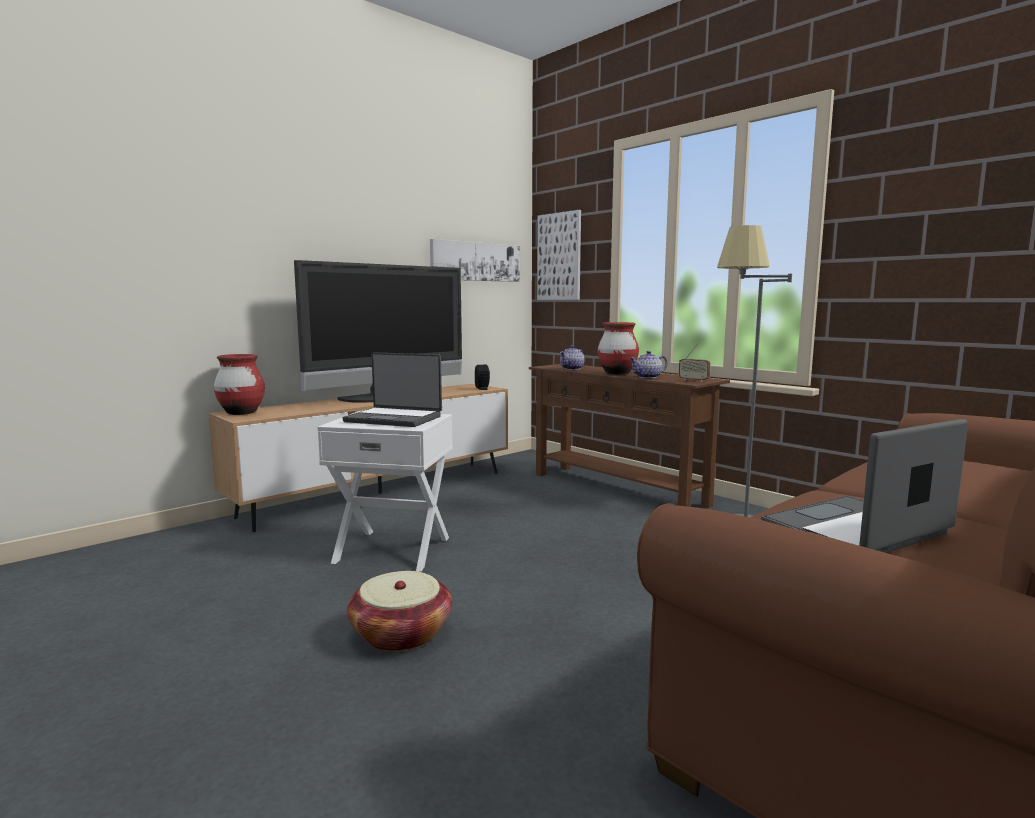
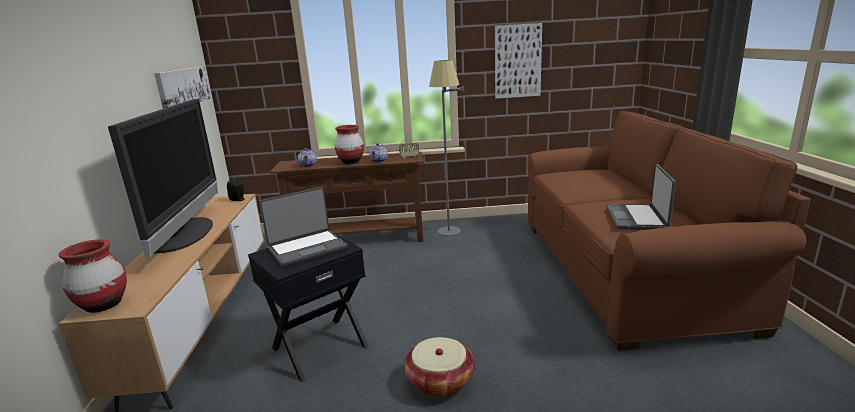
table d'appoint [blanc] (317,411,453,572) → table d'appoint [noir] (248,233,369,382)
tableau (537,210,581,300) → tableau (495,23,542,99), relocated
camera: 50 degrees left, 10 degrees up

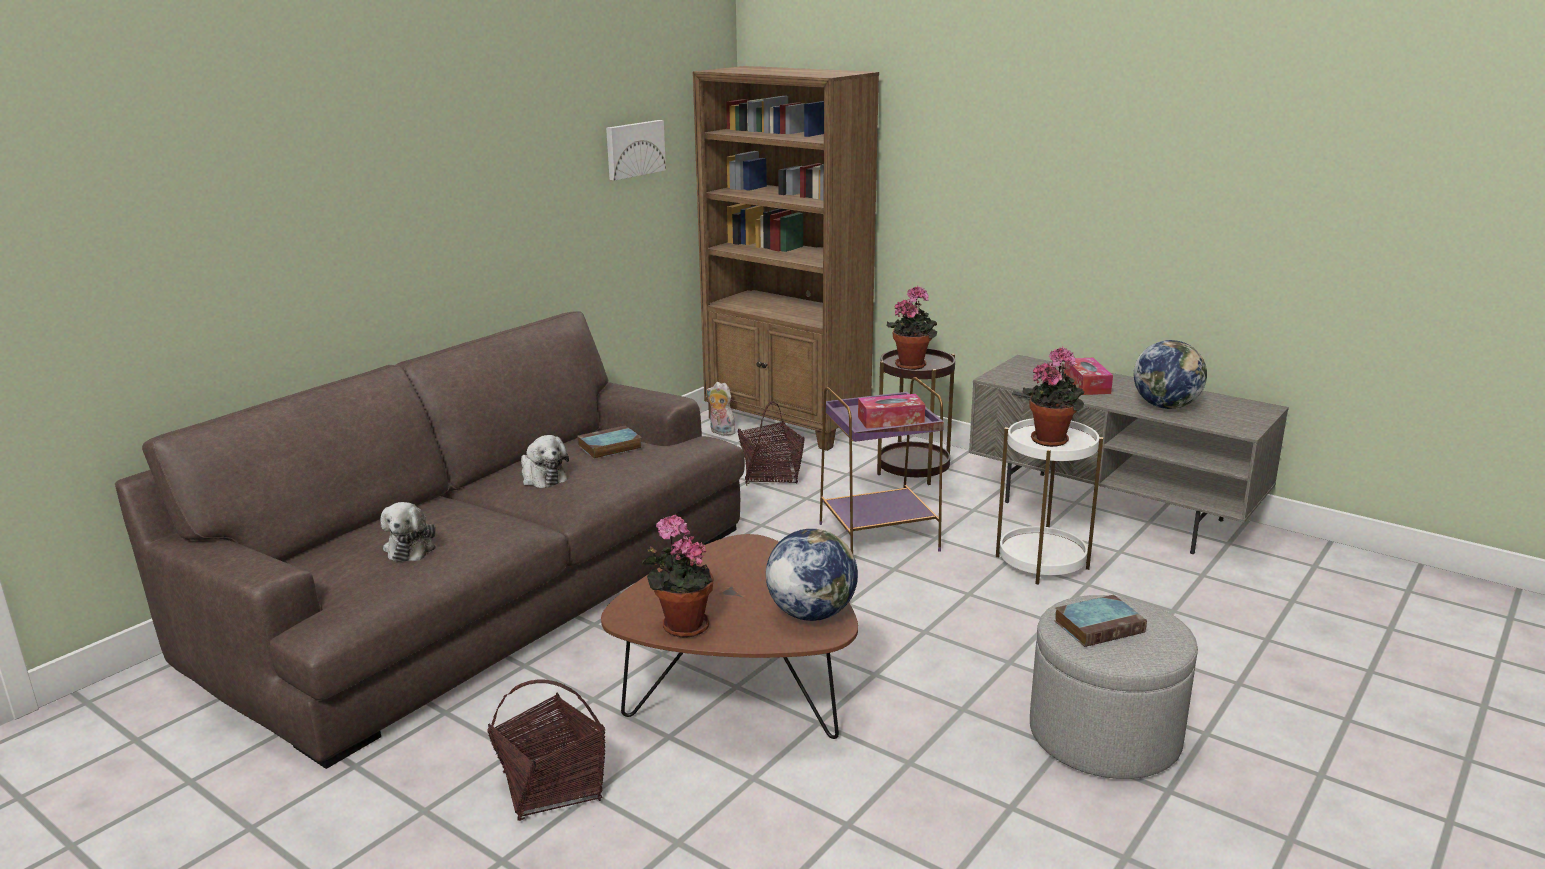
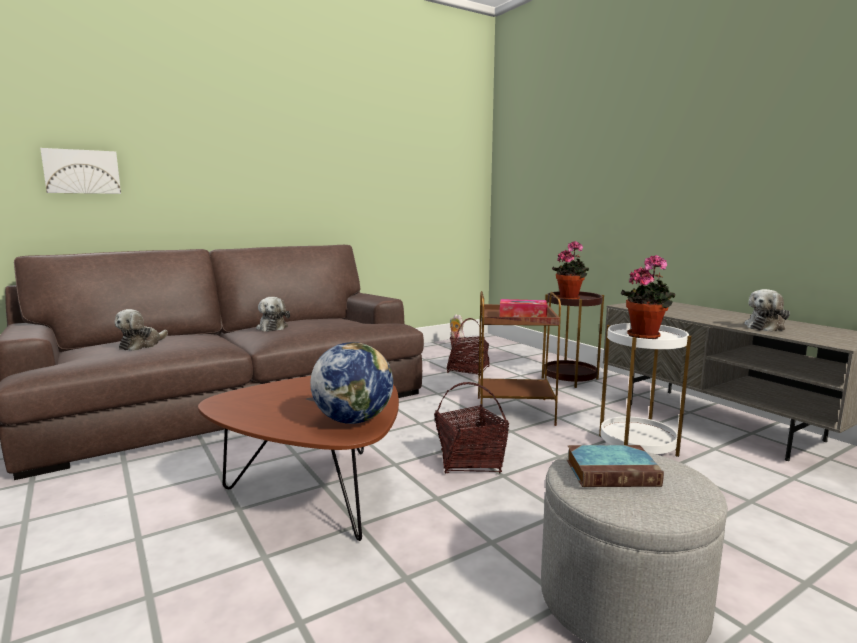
tableau (606,120,666,180) → tableau (40,148,121,194), relocated
panier (487,679,606,821) → panier (434,382,509,474), relocated
table d'appoint [violet] (819,377,944,553) → table d'appoint [marron] (478,291,561,426)
globe (1134,340,1207,409) → peluche (744,289,790,332)
livre (577,425,642,459) → -
plante en pot (642,515,713,638) → -
bibliothèque [marron] (693,66,879,451) → -
boîte à mouchoirs (1064,358,1113,395) → -
camera: 20 degrees right, 10 degrees down

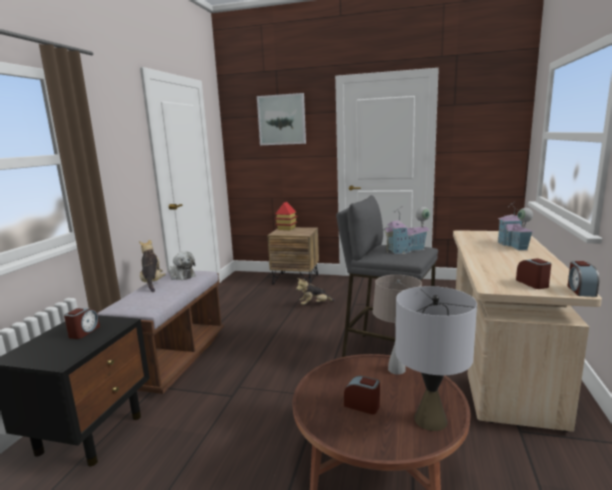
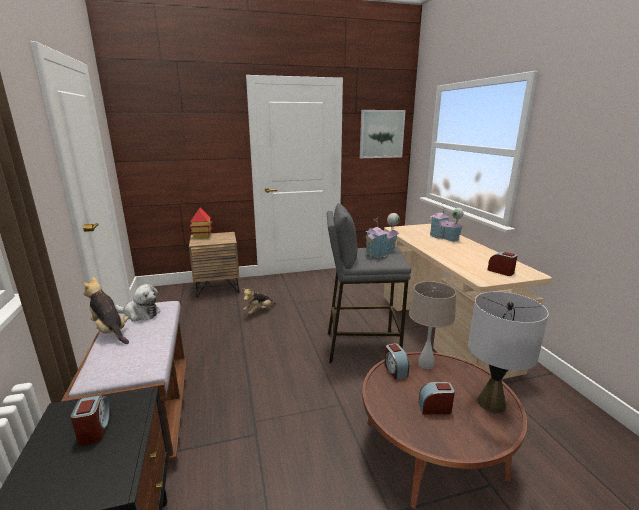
tableau (257,93,306,145) → tableau (360,110,406,158), relocated
réveil (568,261,599,297) → réveil (384,343,409,379), relocated
camera: 30 degrees left, 5 degrees up

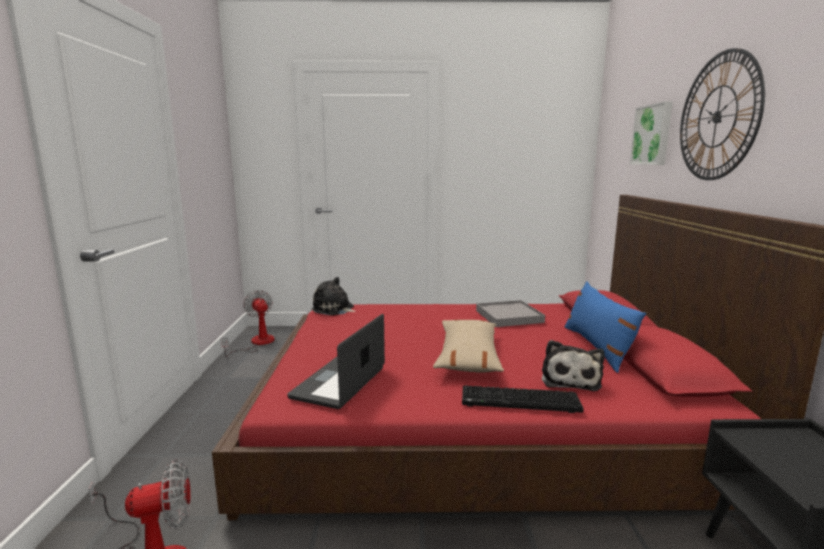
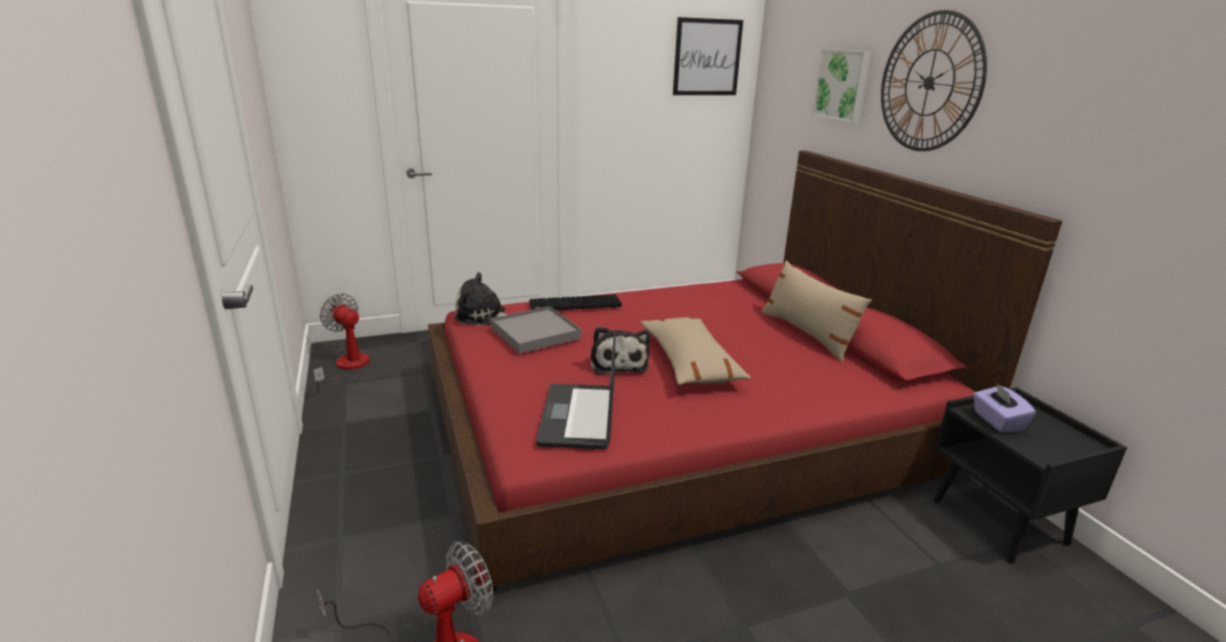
plateau [gris] (476,300,545,327) → plateau [gris] (490,306,582,354), relocated
clavier (462,385,584,413) → clavier (529,294,622,310), relocated
peluche (542,340,605,391) → peluche (591,327,650,375), relocated
- → tableau (673,17,743,95)
coussin [bleu] (564,281,646,373) → coussin [beige] (762,260,872,362)
- → boîte à mouchoirs [violet] (973,382,1036,433)
camera: 20 degrees left, 10 degrees up

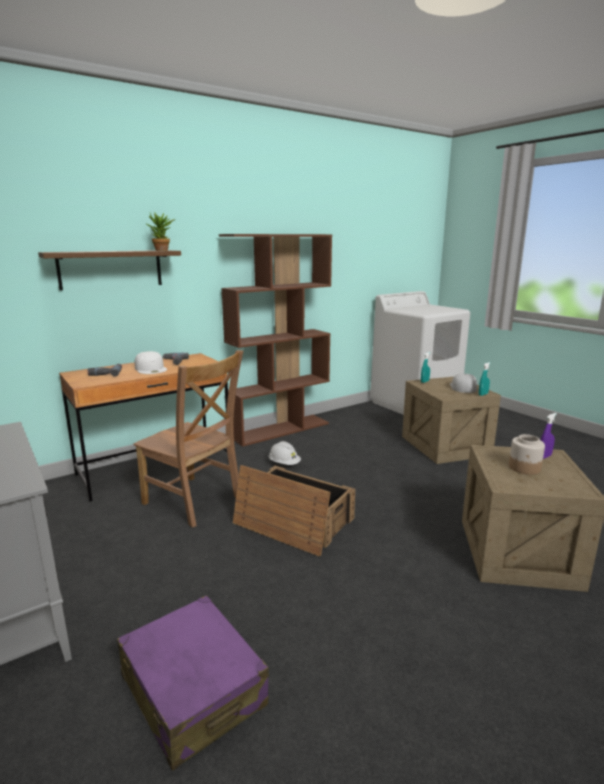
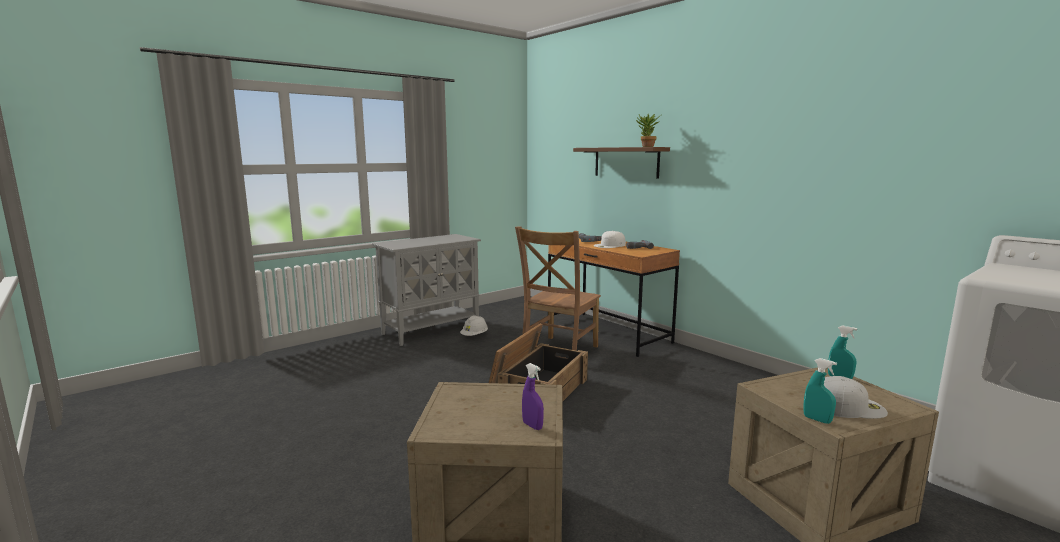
casque de chantier [blanc] (269,441,301,465) → casque de chantier [blanc] (460,315,488,336), relocated
valise [violet] (117,595,269,771) → -
bibliothèque [marron] (219,234,332,447) → -
bocal (509,434,545,475) → -
camera: 85 degrees right, 5 degrees down

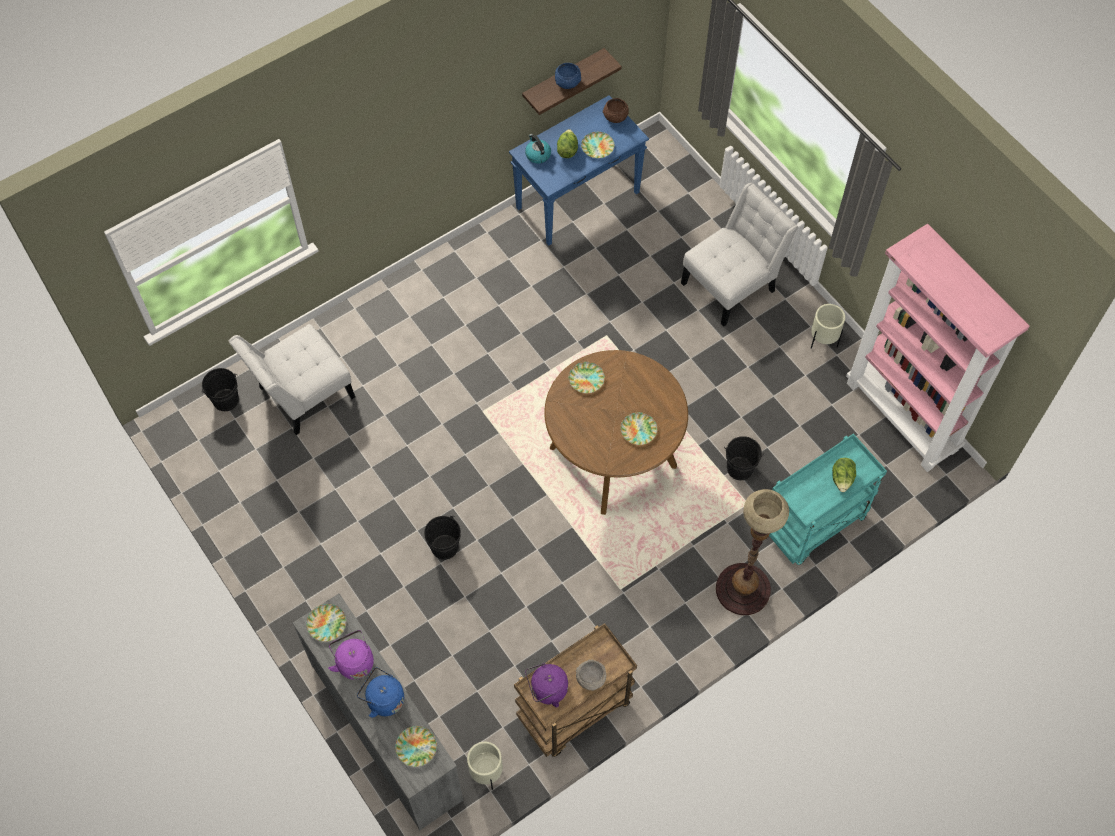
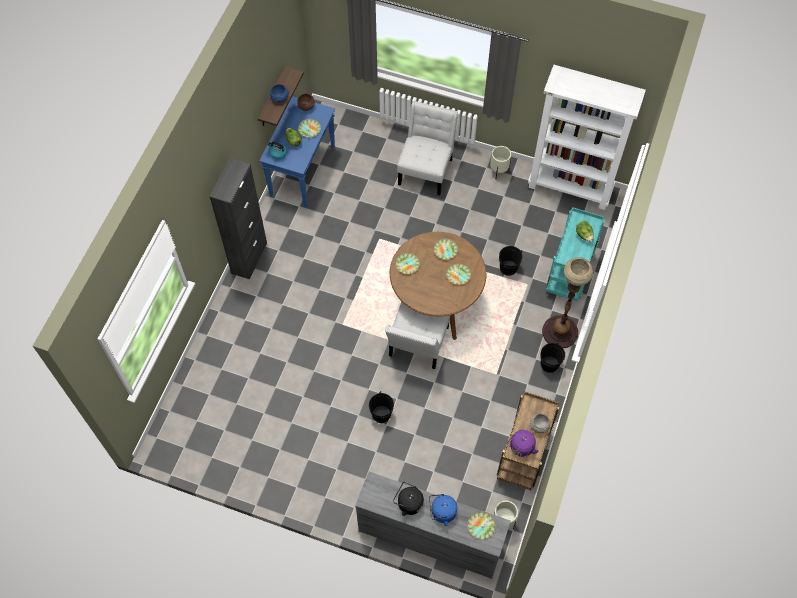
- → meuble de rangement [noir] (210,158,267,279)
chaise [blanc] (229,324,355,435) → chaise [blanc] (385,301,450,369), relocated
bouilloire [violet] (328,630,374,680) → bouilloire [noir] (393,482,424,516)
assiette (306,604,346,642) → assiette (434,239,458,260), relocated
bibliothèque [rose] (846,224,1030,472) → bibliothèque [blanc] (528,65,646,210)
seau [noir] (202,368,239,411) → seau [noir] (540,343,565,373), relocated
camera: 35 degrees left, 0 degrees up

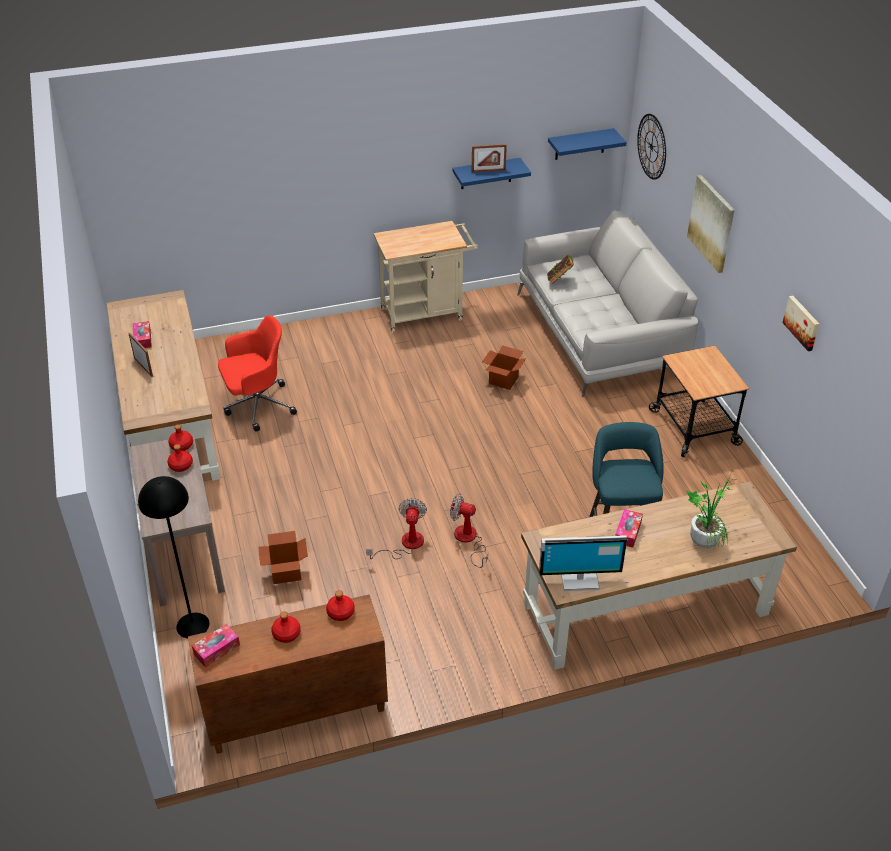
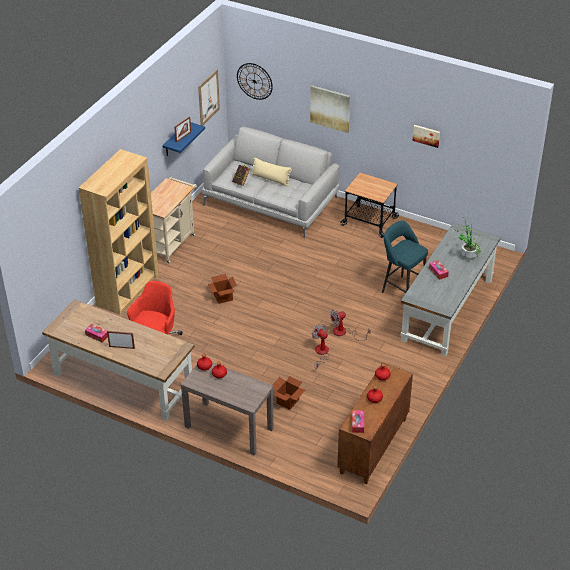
- → bibliothèque [marron] (79,149,159,315)
étagère [bleu] (548,128,627,160) → tableau (198,69,220,126)
carton (482,345,526,390) → carton (208,274,237,304), relocated
- → coussin [beige] (251,157,292,186)
bureau [marron] (521,481,797,670) → bureau [gris] (401,223,501,357)
lampadaire [noir] (138,476,209,638) → -
écran d'ordinateur (539,535,627,591) → -
camera: 45 degrees left, 0 degrees up

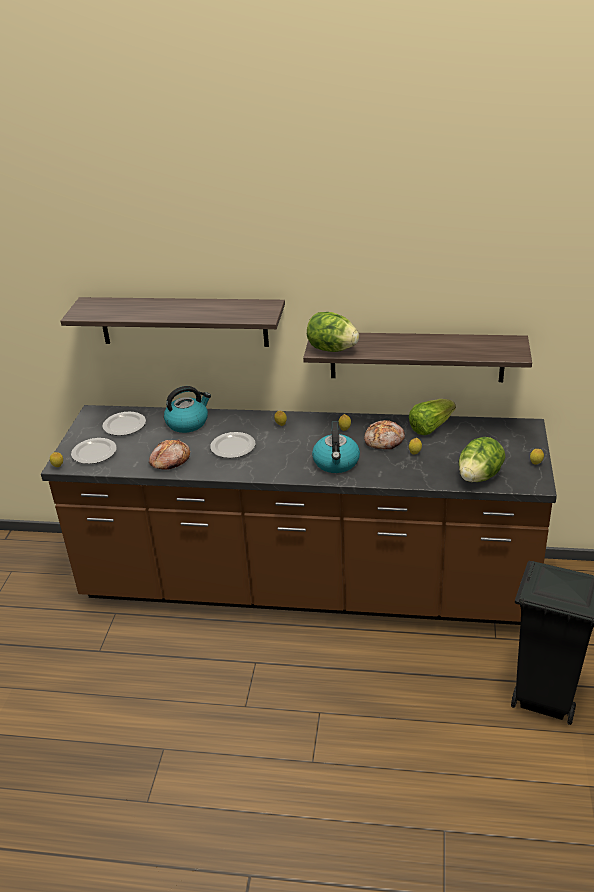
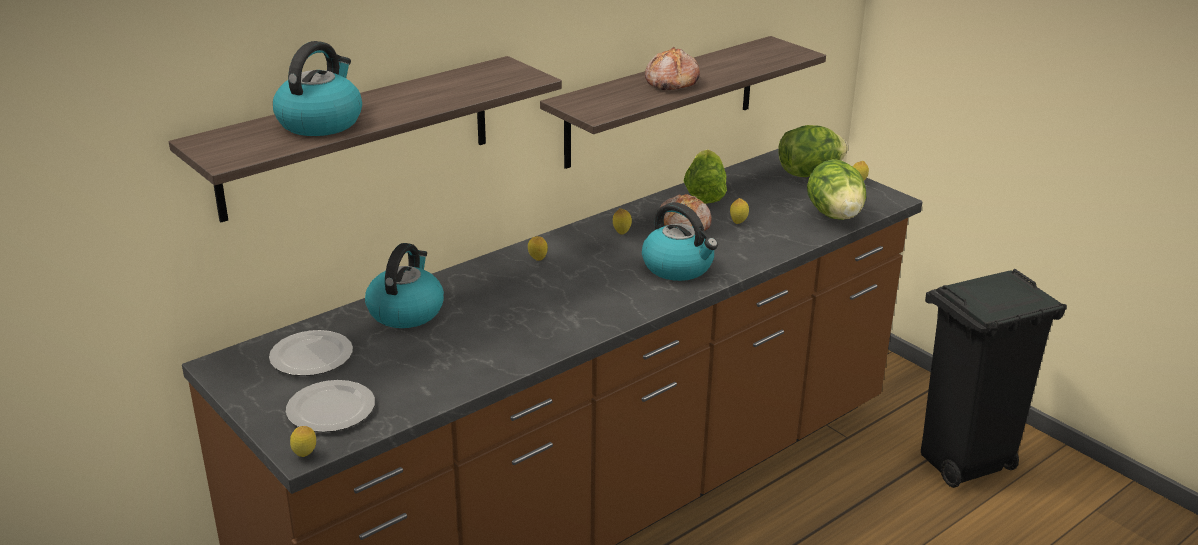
- → bouilloire (273,41,362,136)
pain (149,439,190,470) → pain (645,47,700,90), relocated
laitue (307,312,359,352) → laitue (778,125,848,177), relocated
assiette (210,432,256,458) → -
camera: 50 degrees left, 5 degrees down

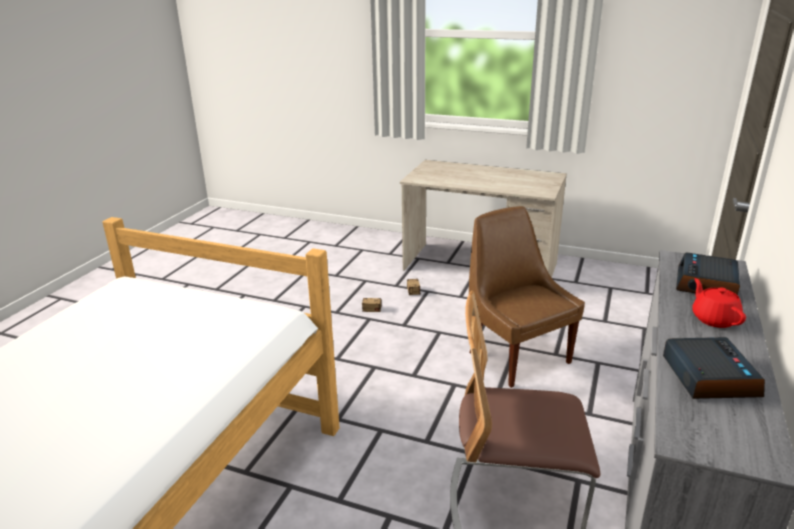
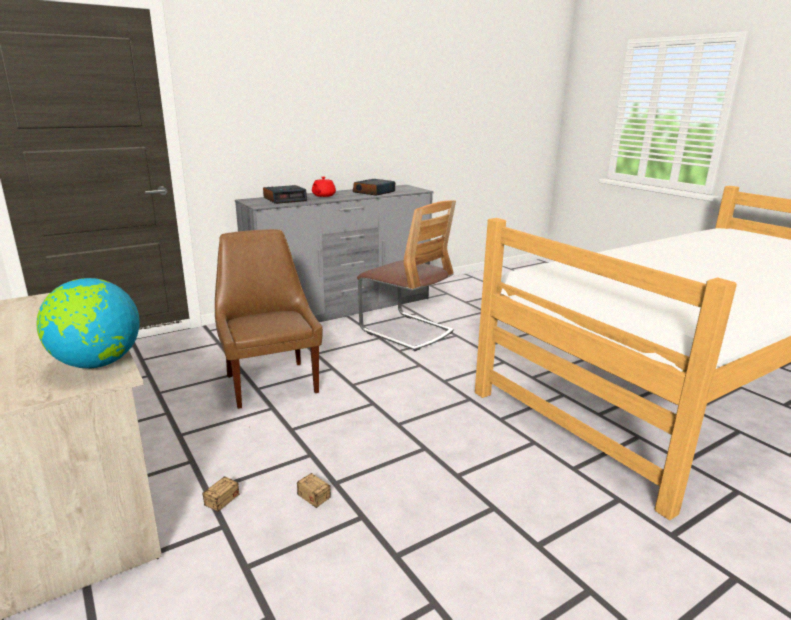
- → globe (36,278,140,368)
chaise [marron] (469,206,585,388) → chaise [marron] (215,229,323,409), 150 degrees clockwise
camera: 145 degrees left, 5 degrees down

